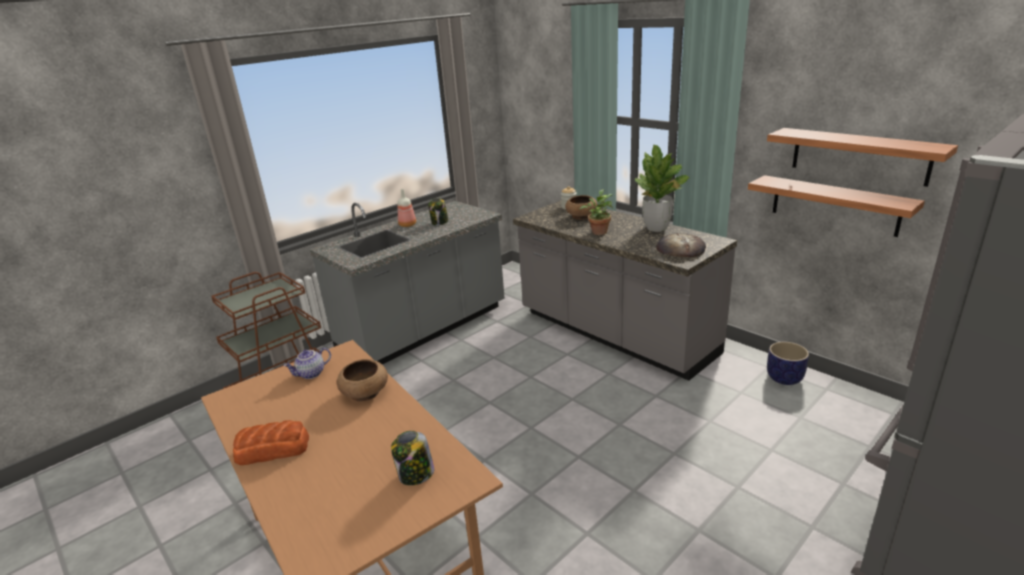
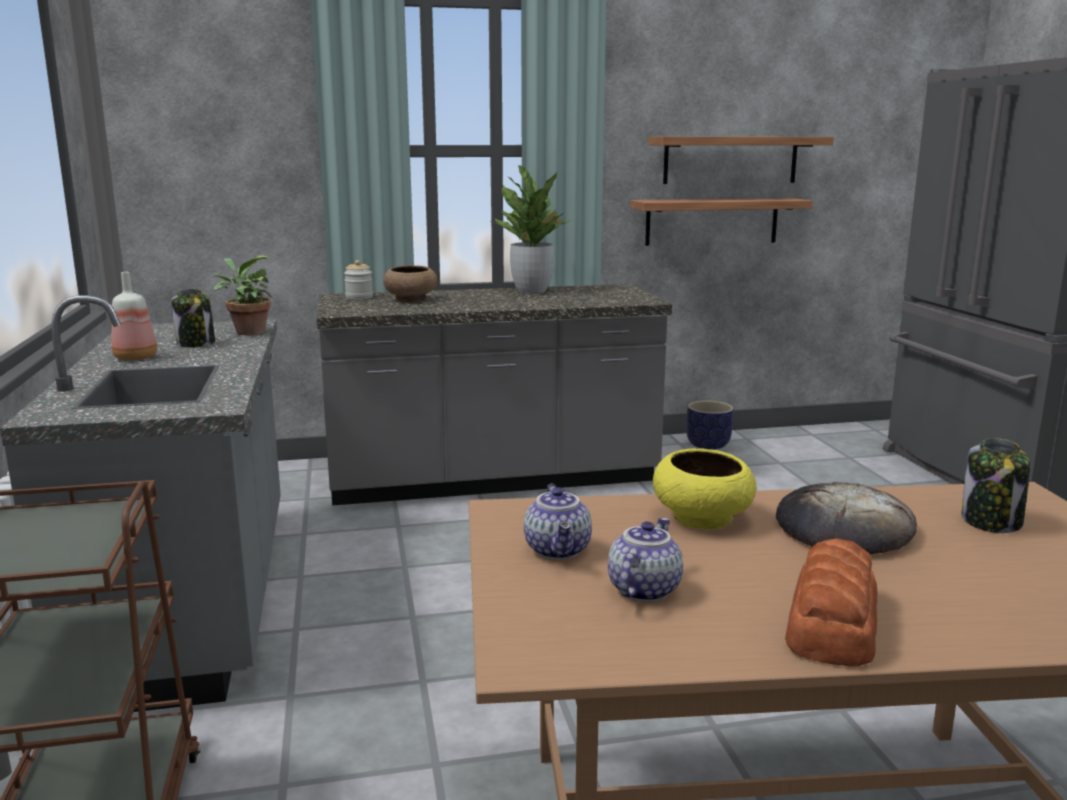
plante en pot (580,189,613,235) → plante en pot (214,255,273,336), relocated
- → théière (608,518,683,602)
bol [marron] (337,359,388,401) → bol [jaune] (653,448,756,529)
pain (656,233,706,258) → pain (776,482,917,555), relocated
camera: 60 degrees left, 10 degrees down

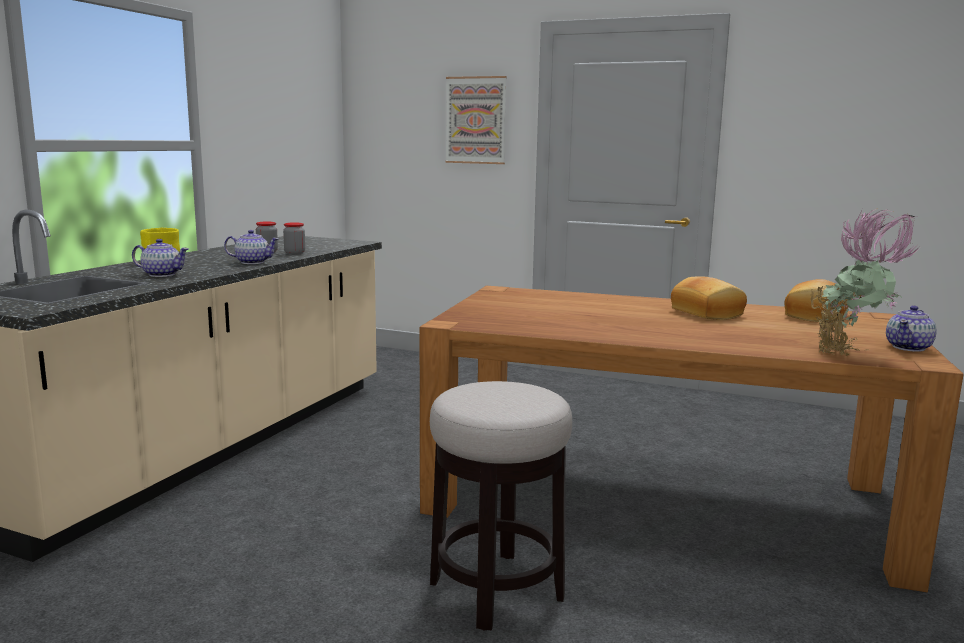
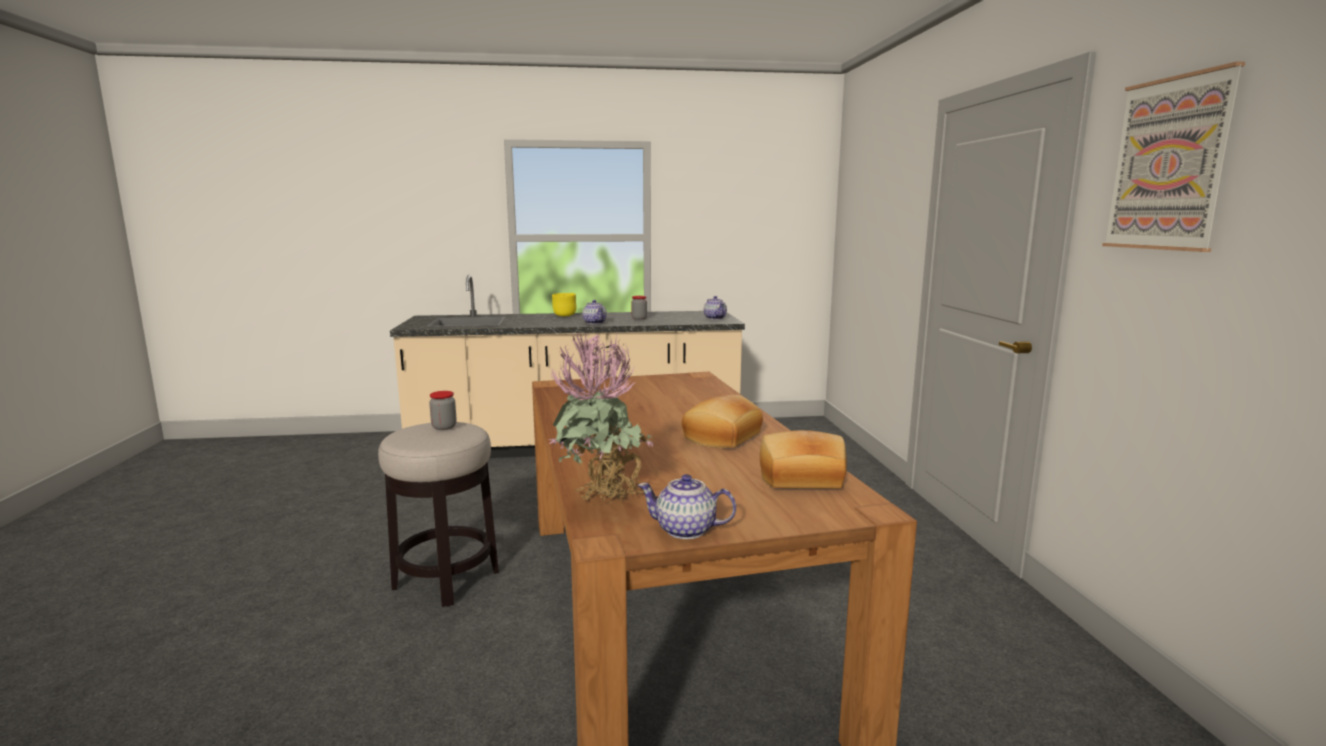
bocal (283,222,305,254) → bocal (429,391,457,430), relocated
théière (132,239,189,277) → théière (704,296,727,320), relocated
tableau (445,76,507,164) → tableau (1102,61,1245,252), relocated
camera: 60 degrees right, 0 degrees up

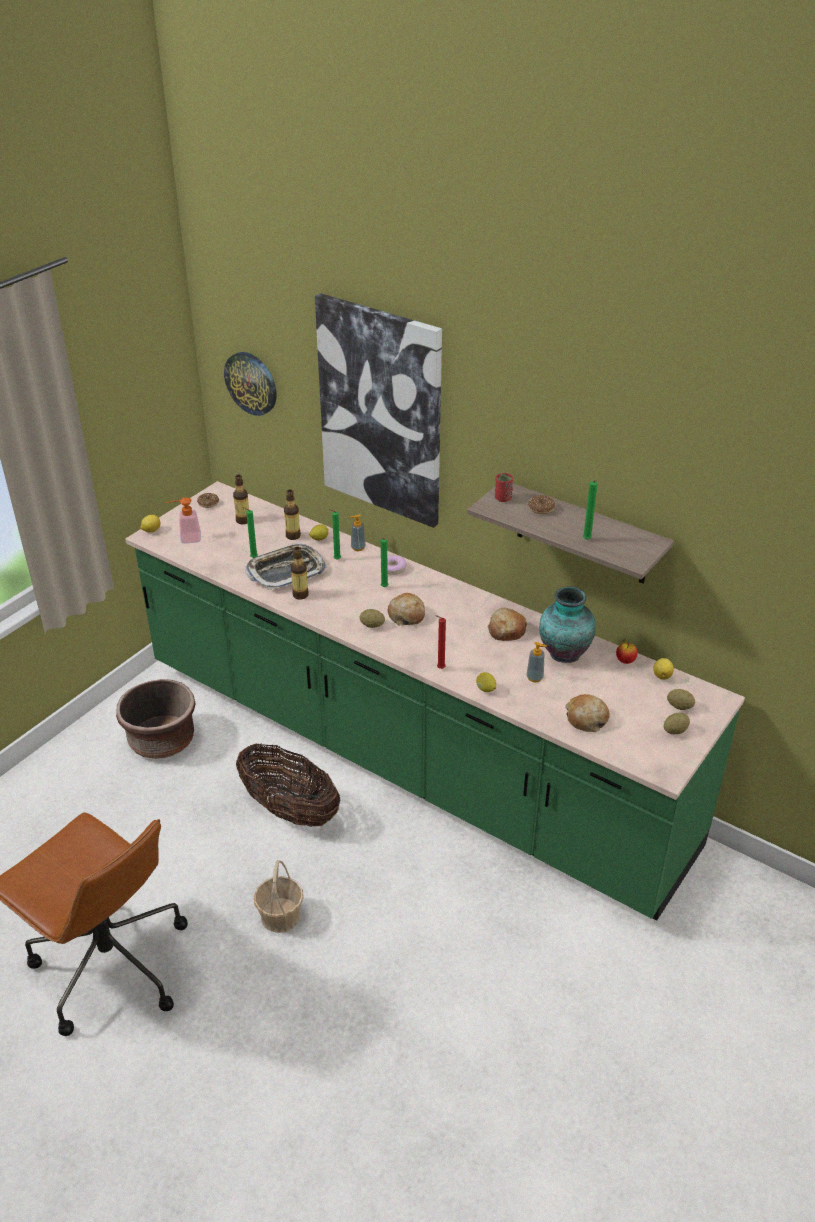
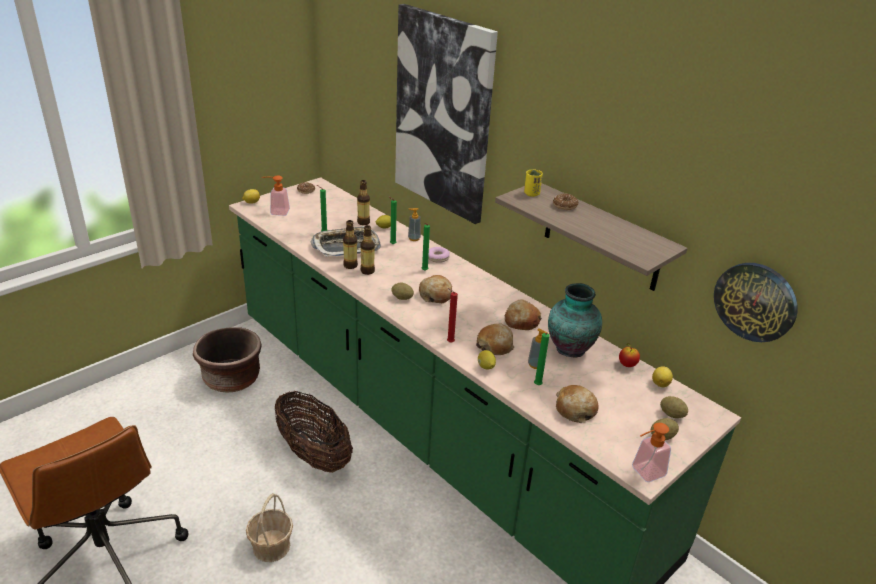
bouteille (233,475,249,524) → bouteille (361,225,375,275), relocated
- → pain (476,323,514,355)
tasse [rouge] (495,473,513,502) → tasse [jaune] (524,169,543,197)
bougie [vert] (583,480,598,540) → bougie [vert] (534,333,549,385), relocated
- → distributeur de savon (632,423,671,482)
horloge murale (224,352,277,416) → horloge murale (714,263,797,342), relocated
camera: 10 degrees right, 5 degrees down

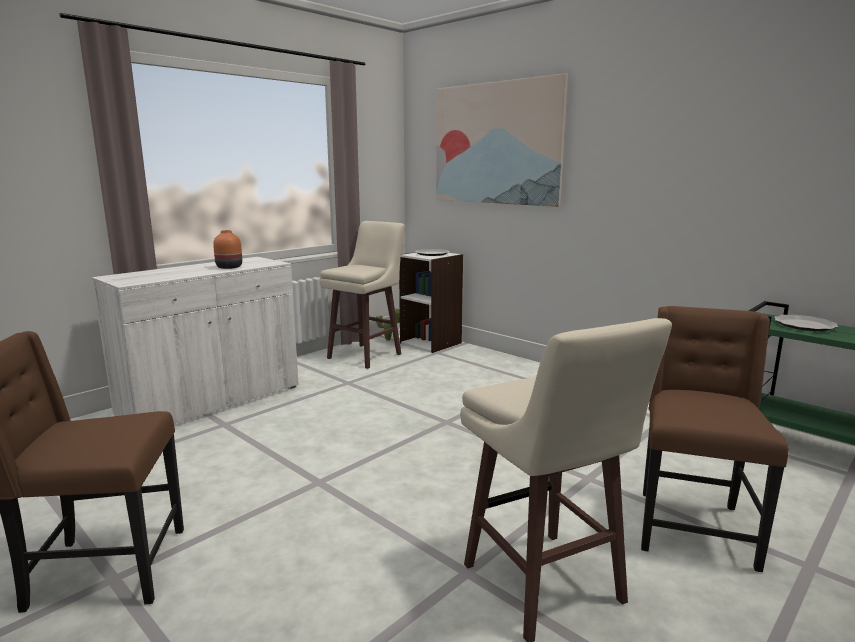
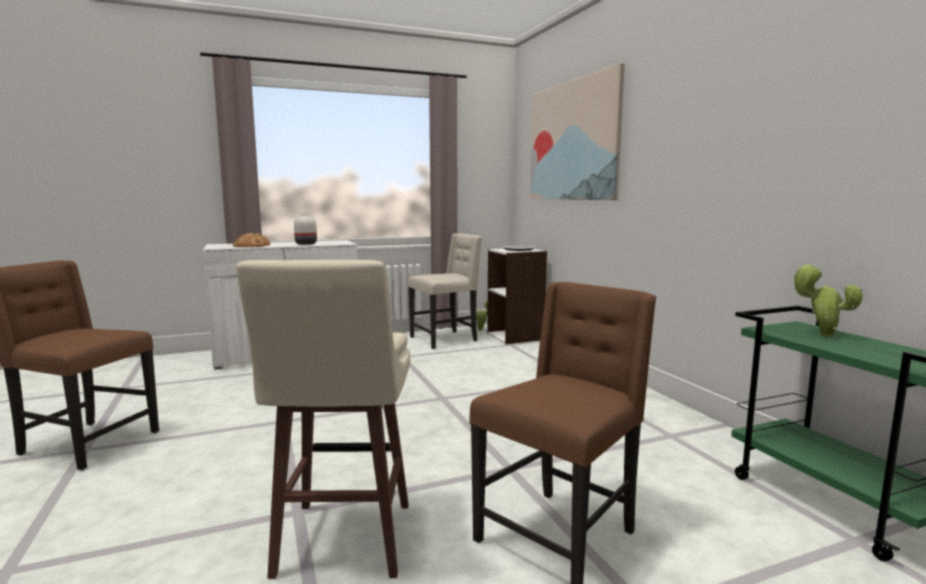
- → pain (233,233,270,247)
vase [orange] (213,230,242,269) → vase [blanc] (294,214,317,245)
tabouret [beige] (320,221,405,369) → chaise [beige] (408,233,482,349)
assiette (774,315,839,331) → plante en pot (792,265,863,337)
camera: 25 degrees right, 5 degrees down

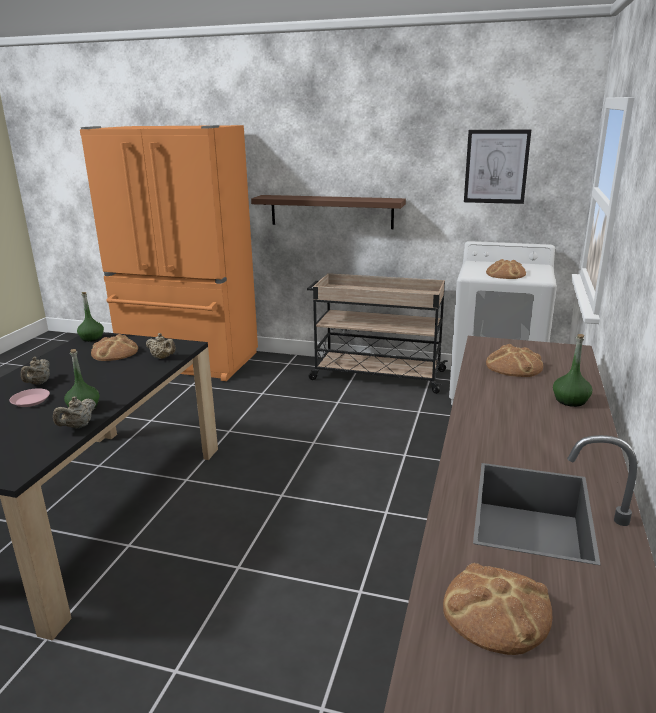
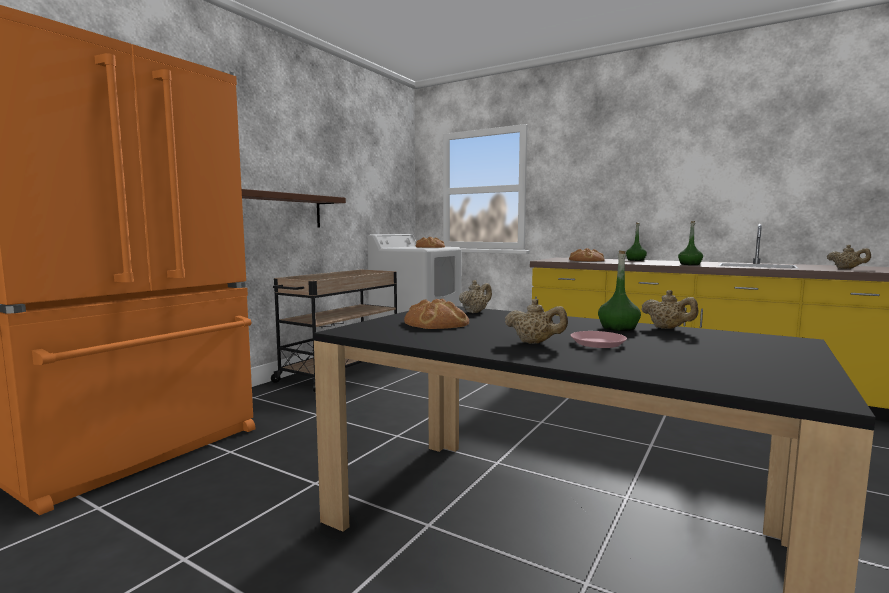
bouteille [vert] (77,292,104,342) → bouteille [vert] (678,221,703,265), relocated
pain (443,563,552,655) → théière [beige] (827,245,871,269)
tableau (464,129,531,204) → -
camera: 75 degrees left, 15 degrees down

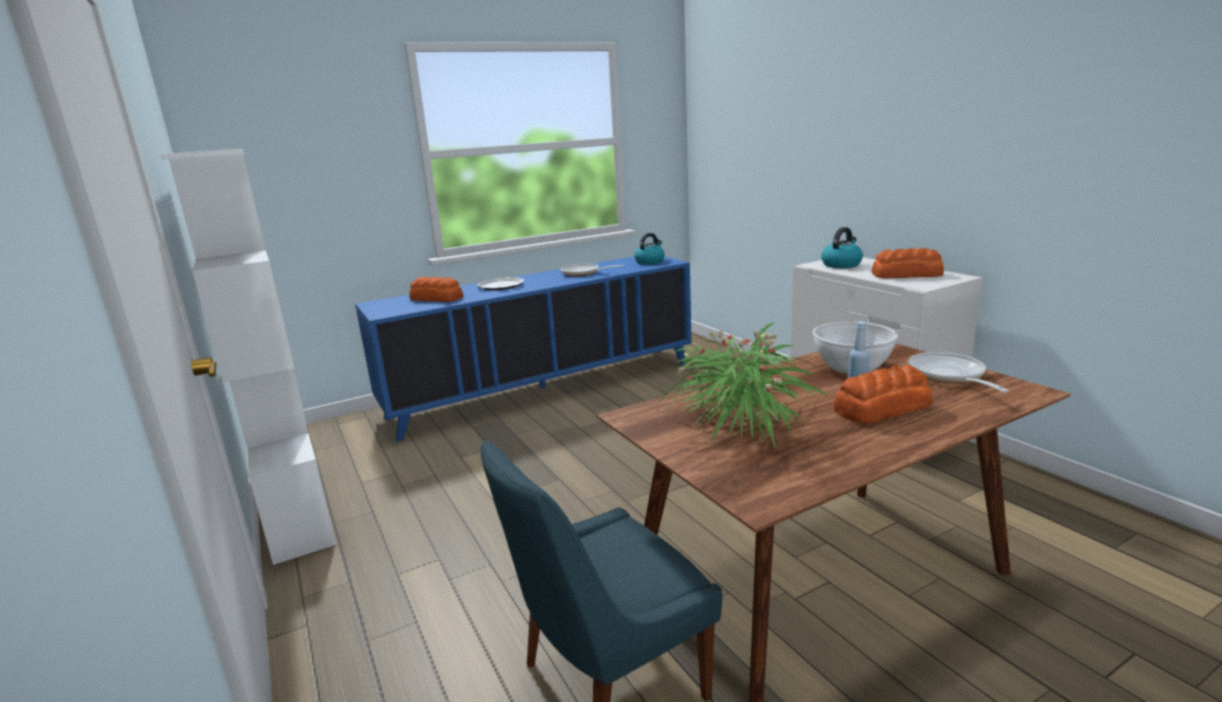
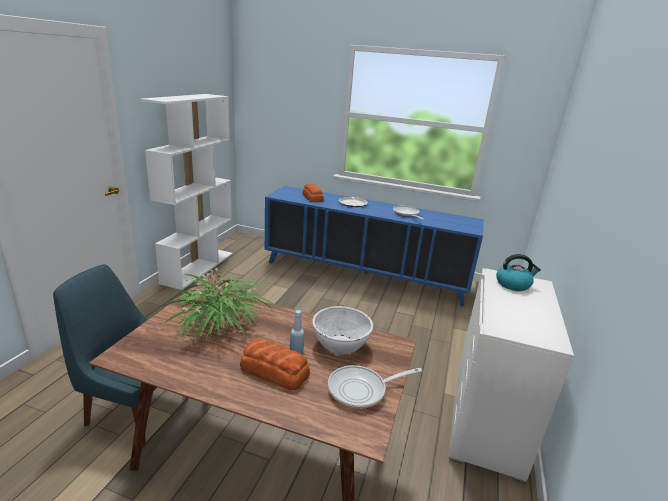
poêle (908,352,1009,393) → poêle (328,365,422,409), 150 degrees counterclockwise
bouilloire (634,233,665,264) → -
pain (872,248,944,278) → -
camera: 45 degrees right, 5 degrees up

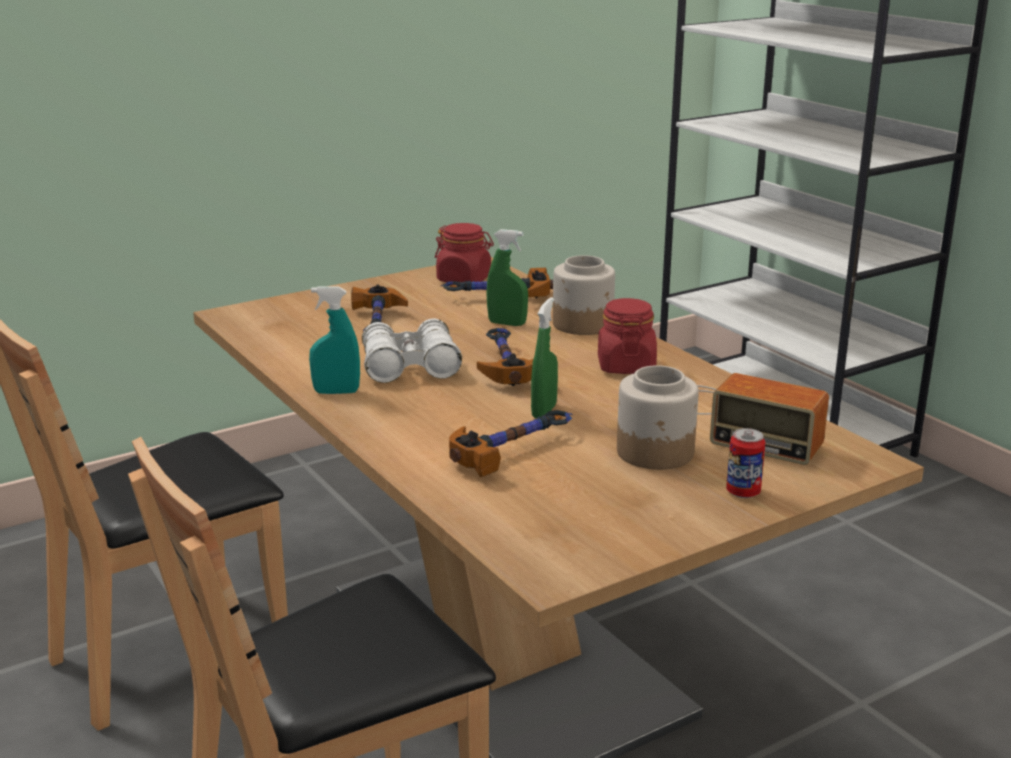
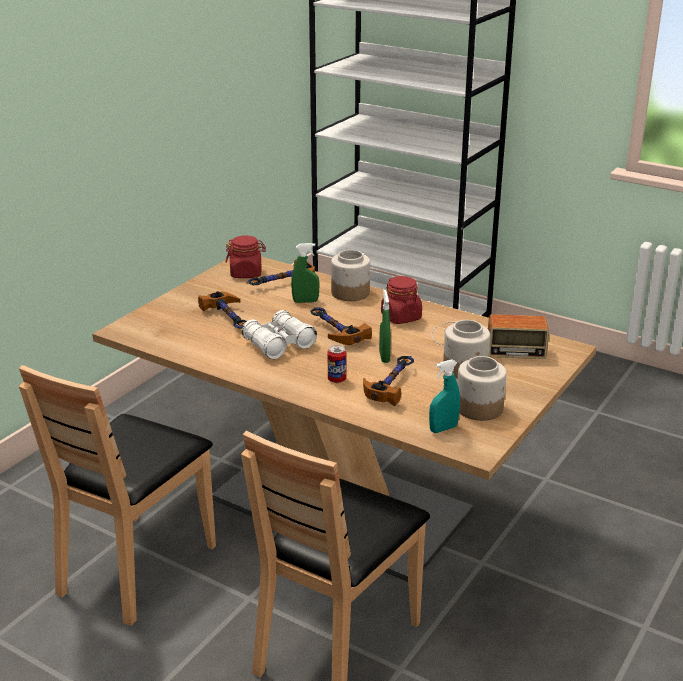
boîte métallique (726,428,765,498) → boîte métallique (328,345,346,383), relocated
vaporisateur [turquoise] (309,286,360,394) → vaporisateur [turquoise] (429,359,460,433), relocated
- → bocal (457,356,507,421)
camera: 25 degrees left, 5 degrees up

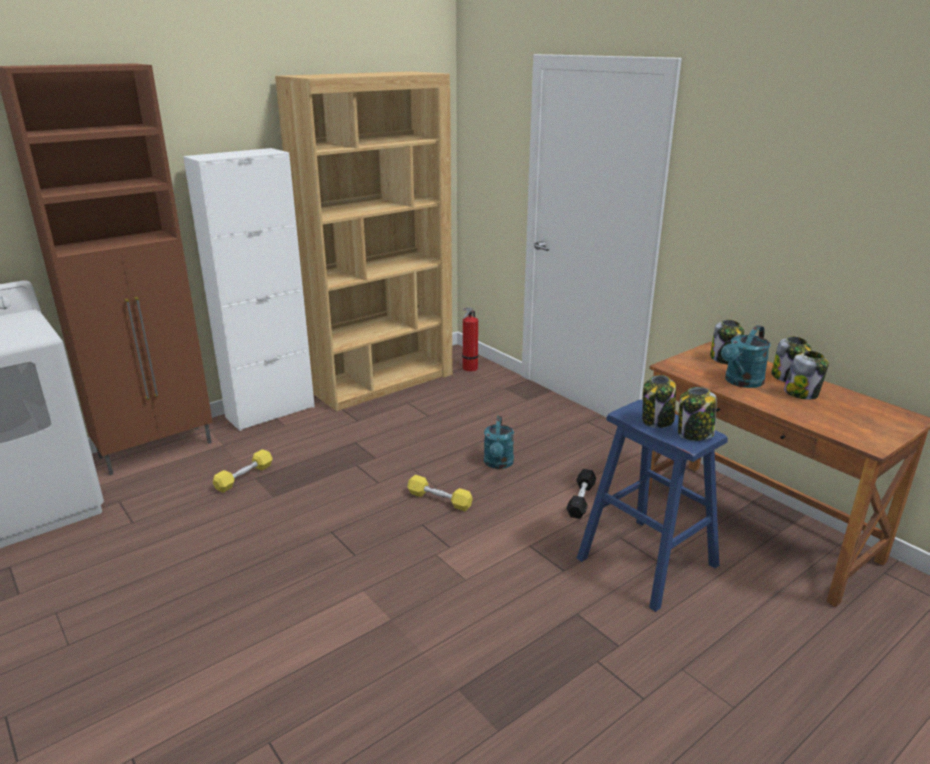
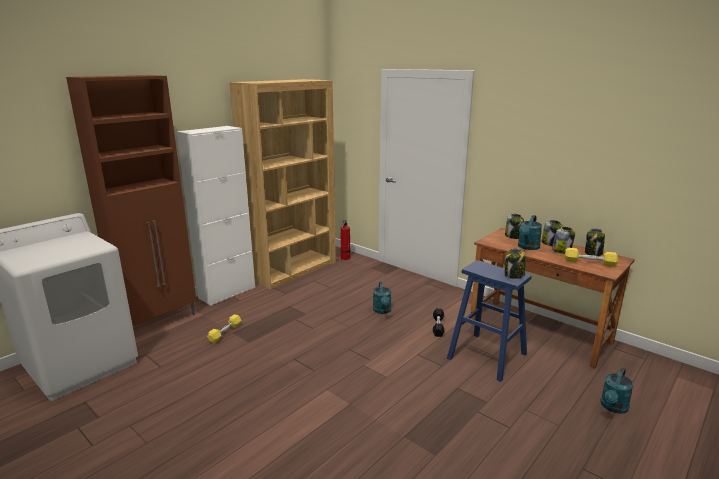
haltère [jaune] (407,475,473,511) → haltère [jaune] (565,248,618,267), relocated
bocal (642,375,676,428) → bocal (585,228,605,256), relocated
- → arrosoir [turquoise] (600,367,634,414)
camera: 10 degrees left, 5 degrees down

